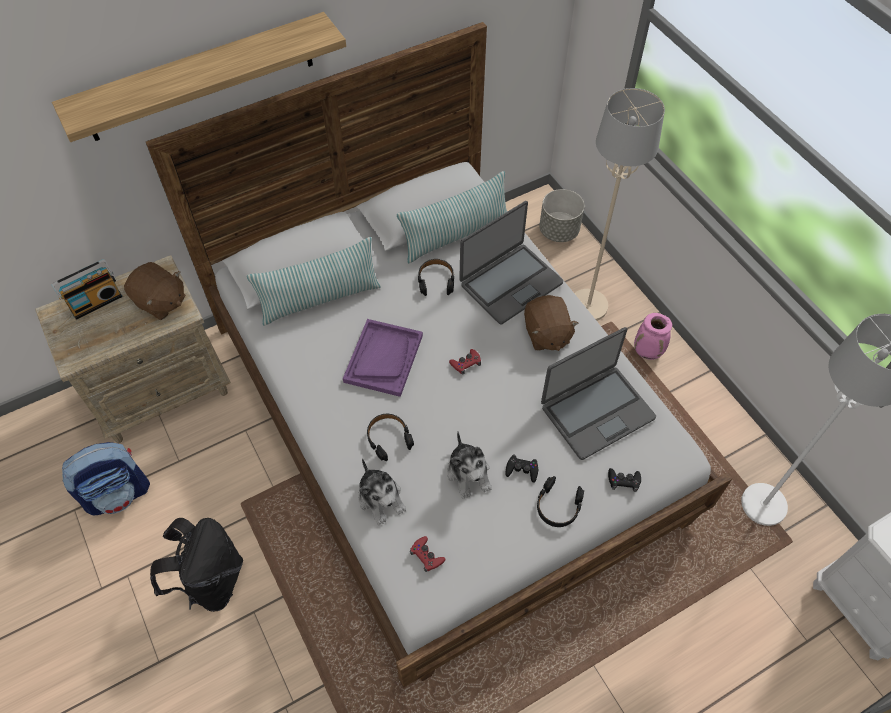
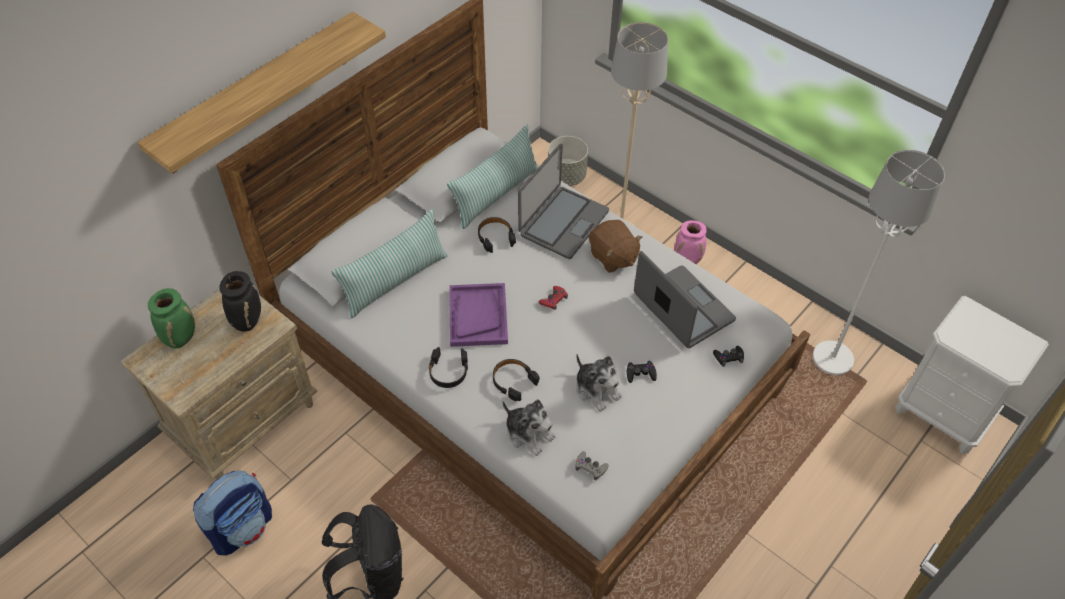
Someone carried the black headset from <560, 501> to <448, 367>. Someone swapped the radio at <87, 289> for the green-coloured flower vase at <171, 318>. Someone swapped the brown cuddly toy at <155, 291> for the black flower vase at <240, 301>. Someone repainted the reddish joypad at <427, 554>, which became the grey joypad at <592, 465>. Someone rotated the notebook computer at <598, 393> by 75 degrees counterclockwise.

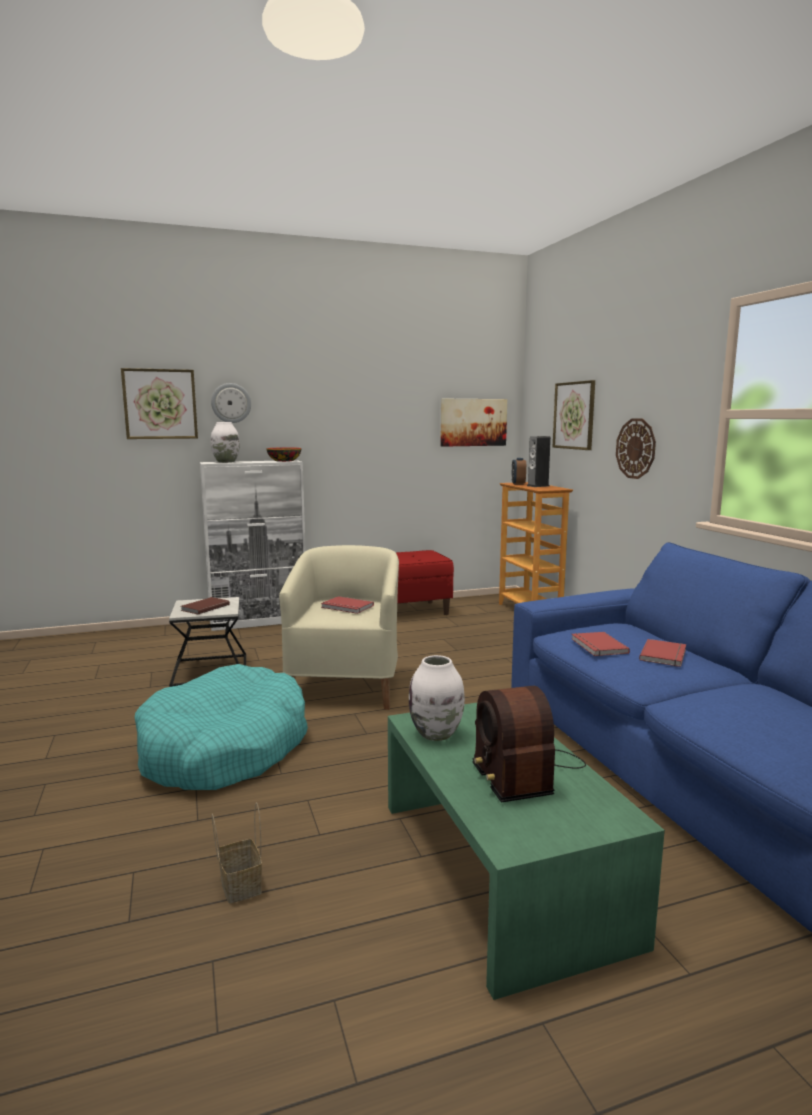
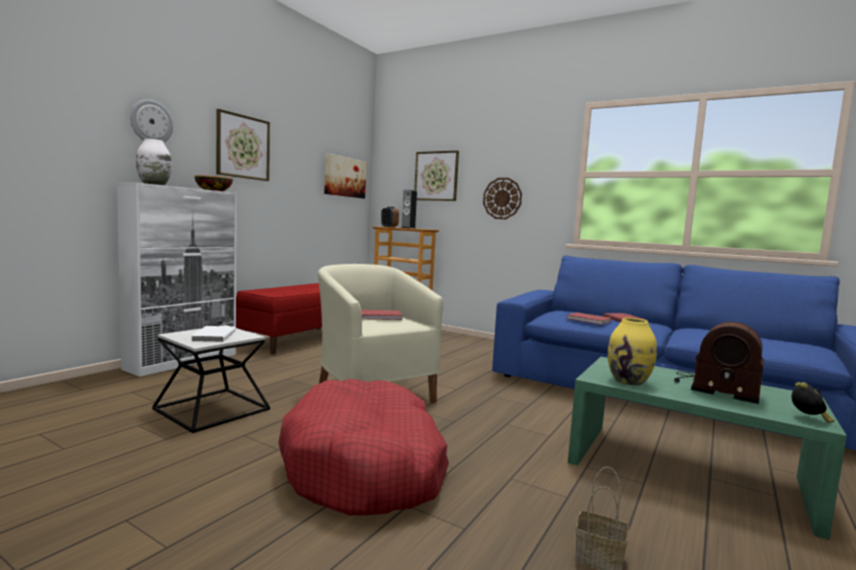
Someone put down the bedside clock at <812, 402>. Someone carried the picture from <159, 403> to <243, 145>. Someone repainted the turquoise pet bed at <221, 727>, which became the reddish pet bed at <363, 447>. Someone repainted the brown bound book at <205, 606>, which became the whitish bound book at <213, 334>. Someone repainted the whitish flower vase at <437, 698>, which became the yellowish flower vase at <632, 352>.

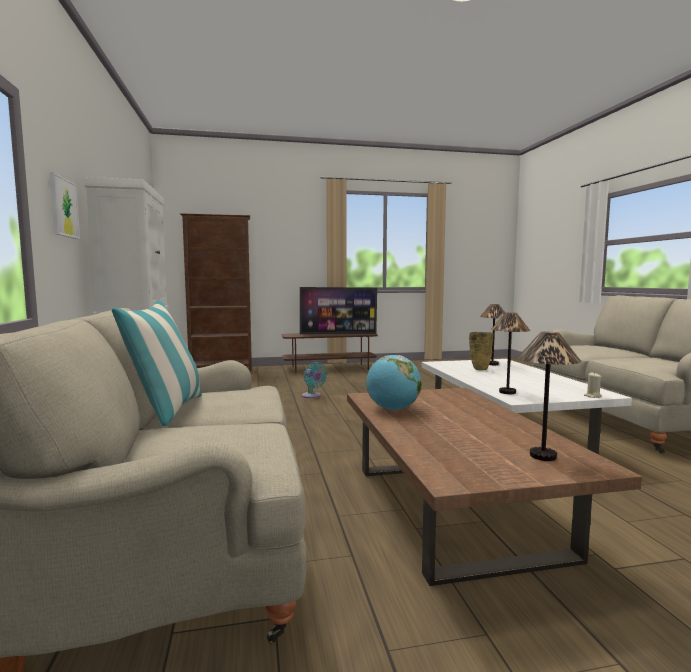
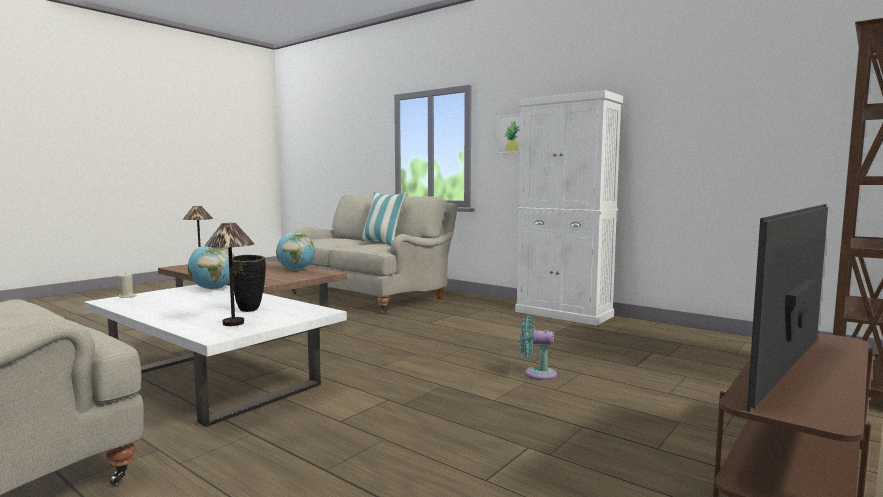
Someone swapped the tabletop lamp at <510, 353> for the desk globe at <211, 267>. Someone repainted the beige-coloured flower vase at <481, 351>, which became the black flower vase at <249, 283>.

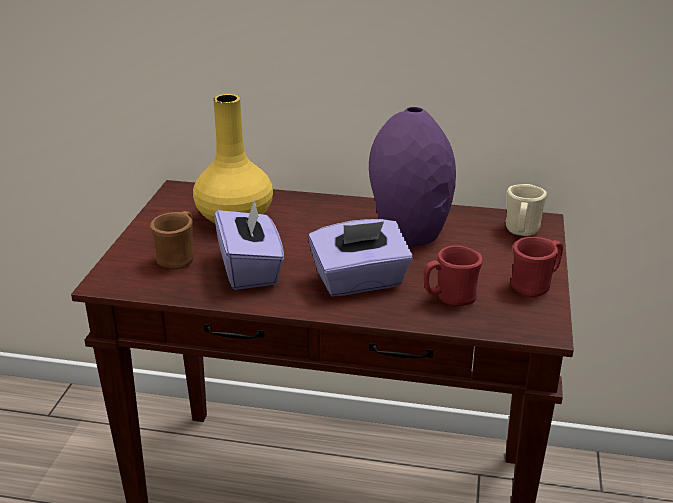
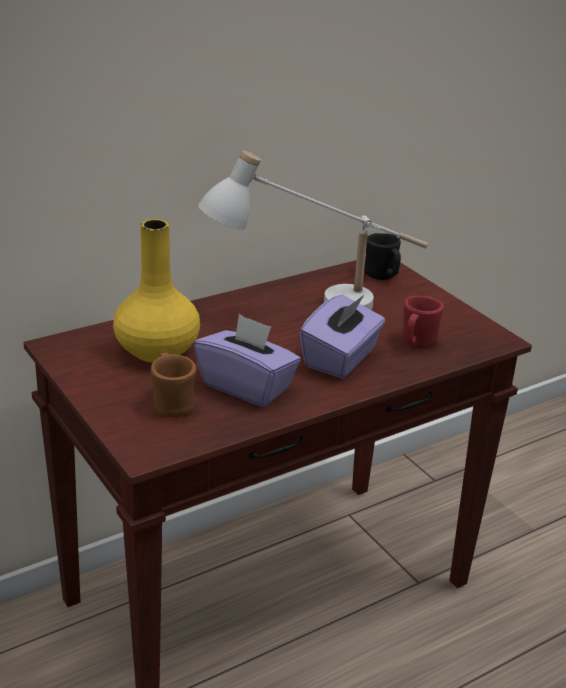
Someone took away the reddish tea mug at <536, 267>. Someone swapped the purple flower vase at <412, 177> for the whitish tabletop lamp at <313, 230>. Someone repainted the beige-coloured tea mug at <526, 210>, which became the black tea mug at <382, 256>.

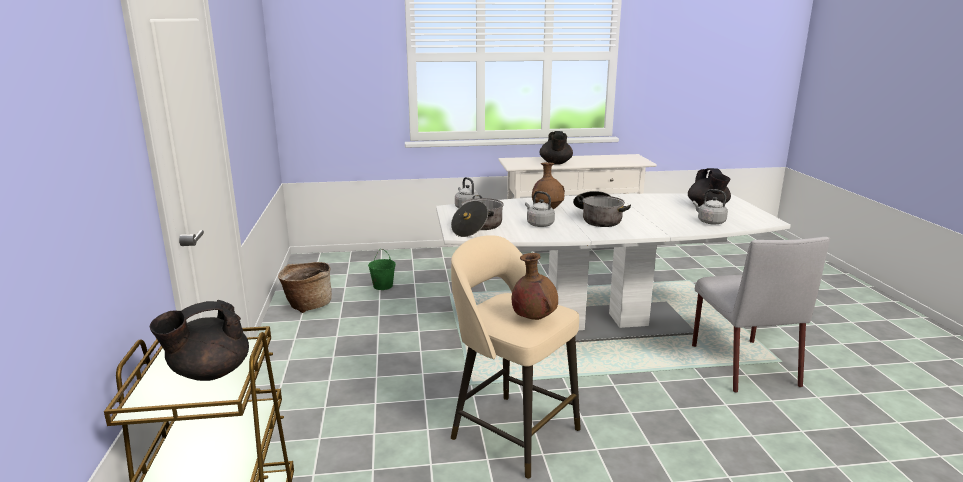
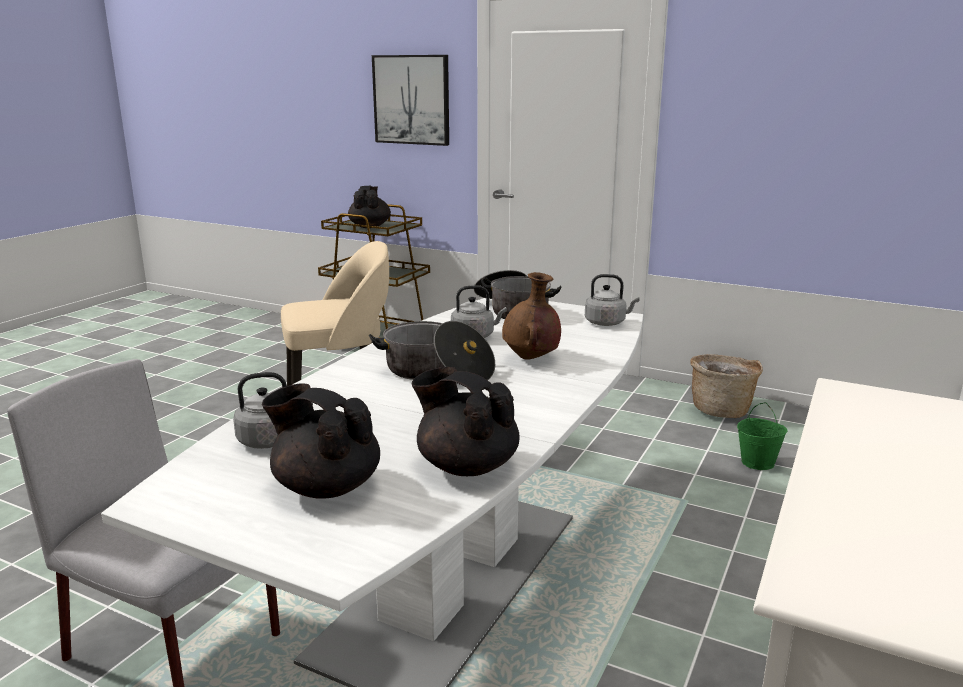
Someone took away the brown flower vase at <535, 286>. Someone put up the picture at <410, 100>. Someone carried the black tea pot from <556, 148> to <465, 421>.

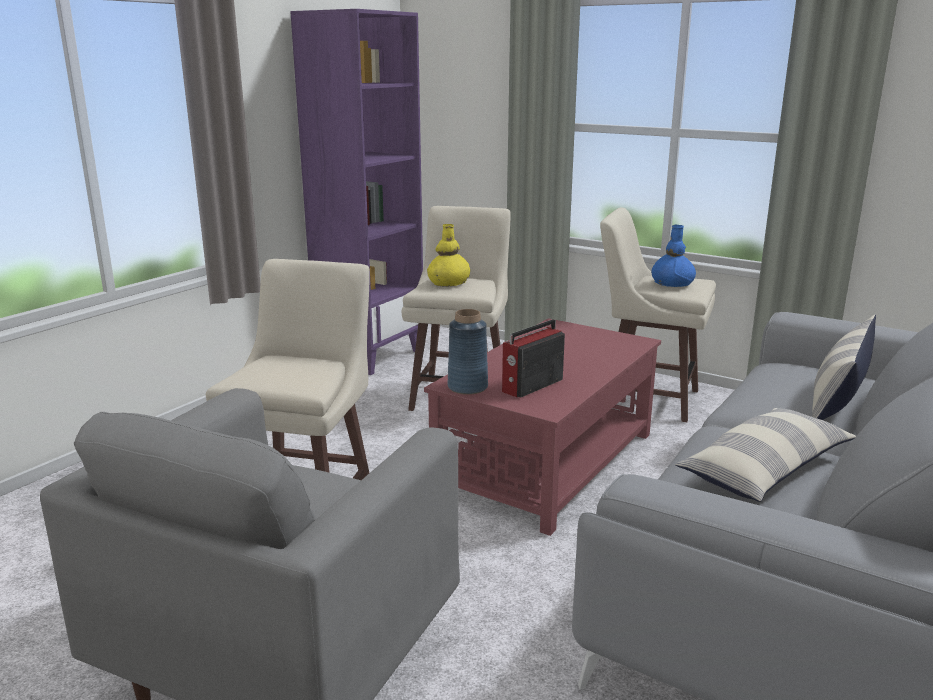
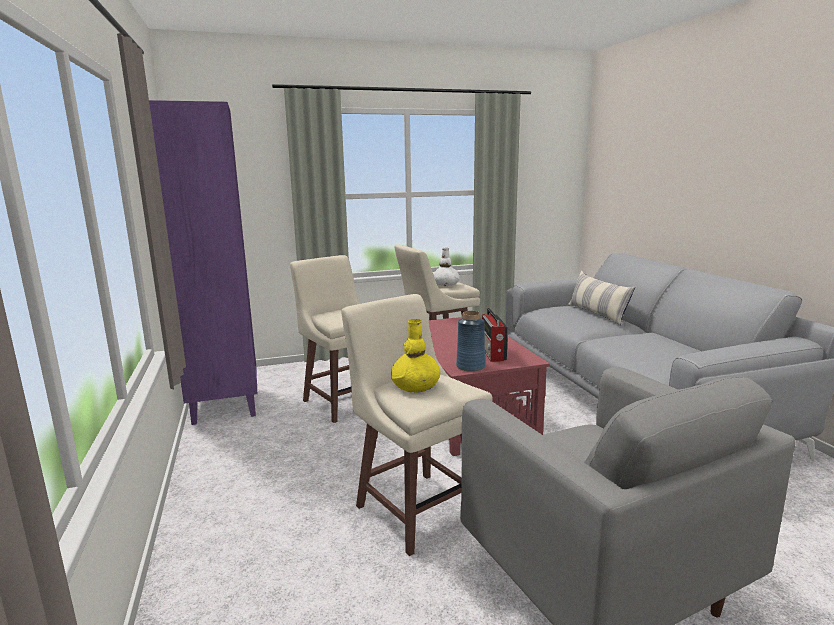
Someone took away the throw pillow at <765, 455>. Someone carried the yellowish flower vase from <448, 255> to <415, 356>. Someone repainted the blue flower vase at <673, 256>, which became the whitish flower vase at <446, 267>.

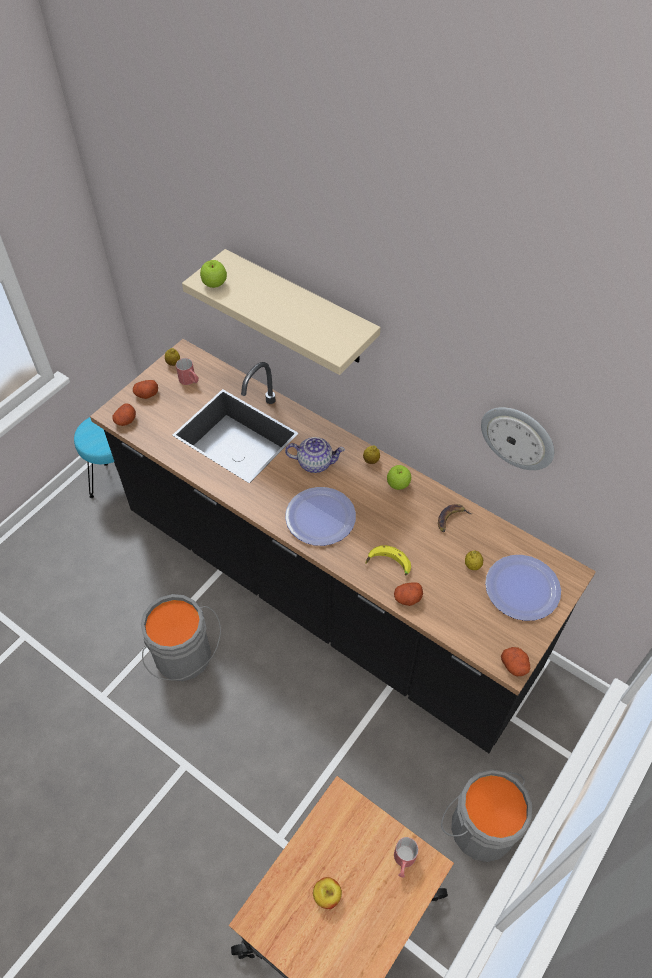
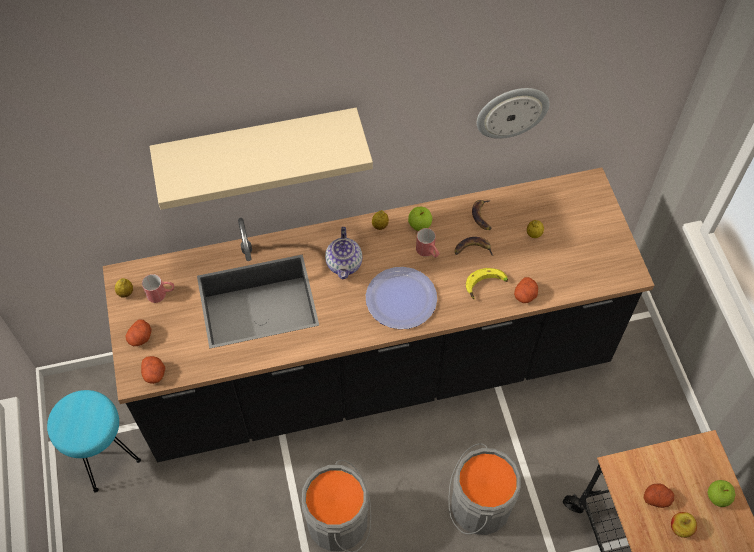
Someone took away the dinner plate at <523, 588>. Someone put down the whole banana at <474, 246>. Someone carried the apple fruit from <213, 274> to <721, 493>. Someone carried the reddish tea mug from <406, 857> to <428, 243>. Someone carried the grey pail from <486, 815> to <484, 489>. Someone carried the potato from <515, 661> to <659, 495>. Someone rotated the tea pot at <315, 455> by 135 degrees clockwise.

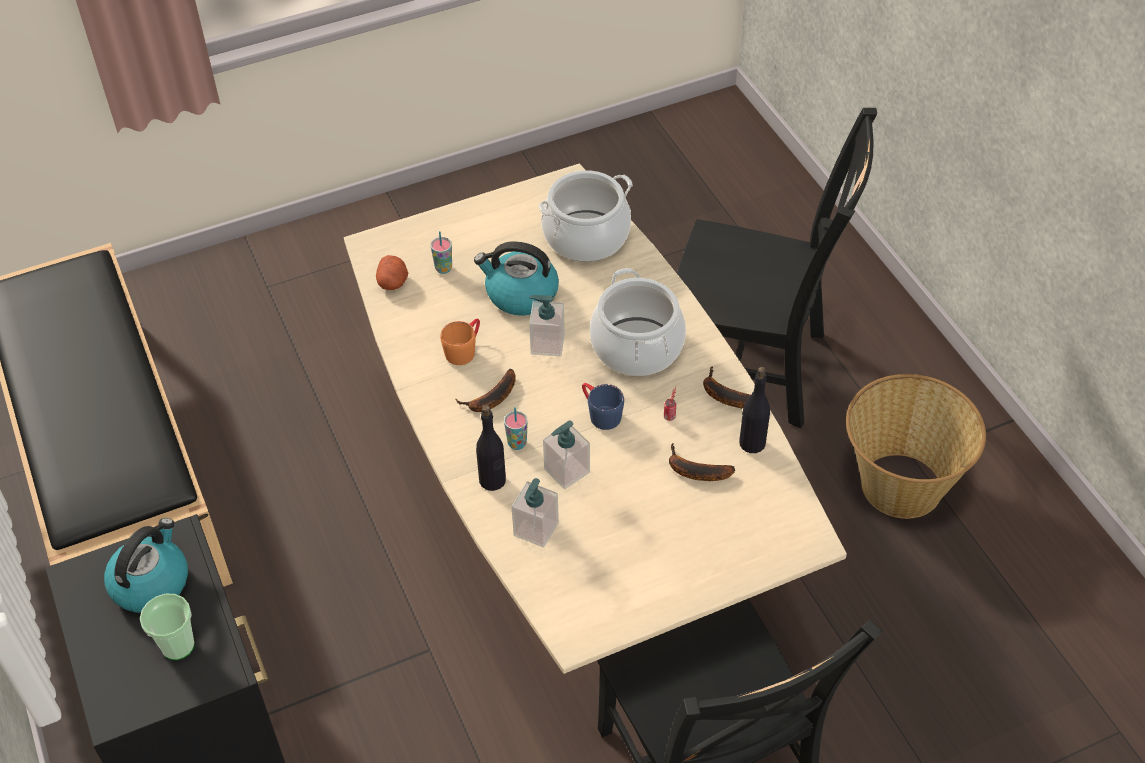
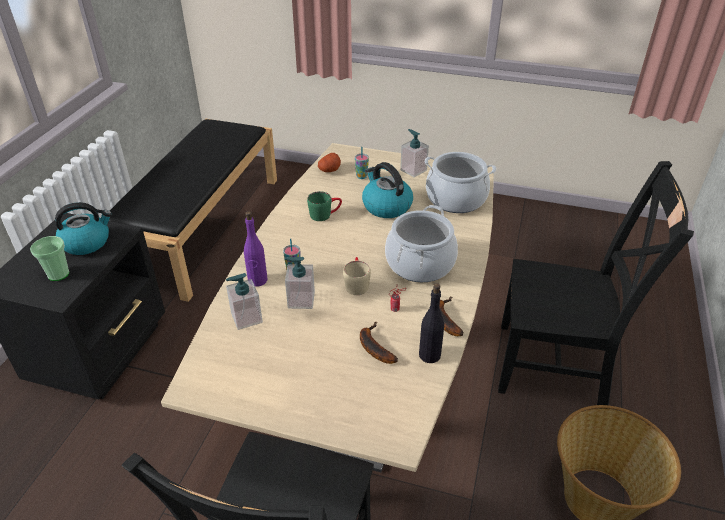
Someone took away the whole banana at <486, 390>. Someone carried the liquid soap bottle from <547, 326> to <414, 153>. Someone repainted the orange-coloured tea mug at <460, 342>, which became the green-coloured tea mug at <324, 206>. Someone repainted the black beverage bottle at <491, 448>, which became the purple beverage bottle at <255, 249>. Someone repainted the blue tea mug at <603, 406>, which became the beige-coloured tea mug at <357, 276>. Someone rotated the black chair at <777, 268> by 45 degrees counterclockwise.

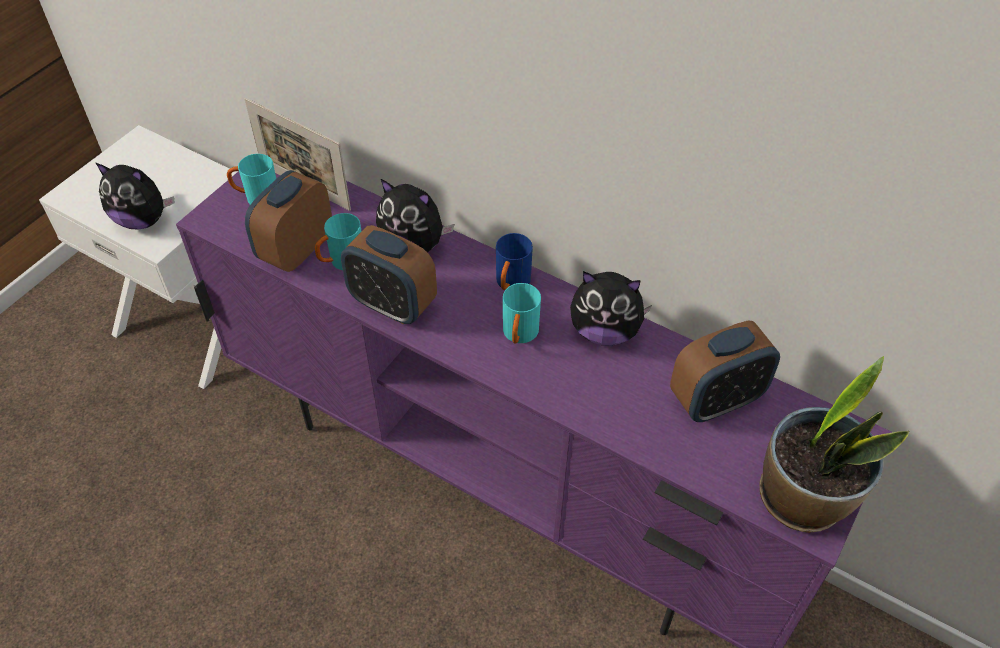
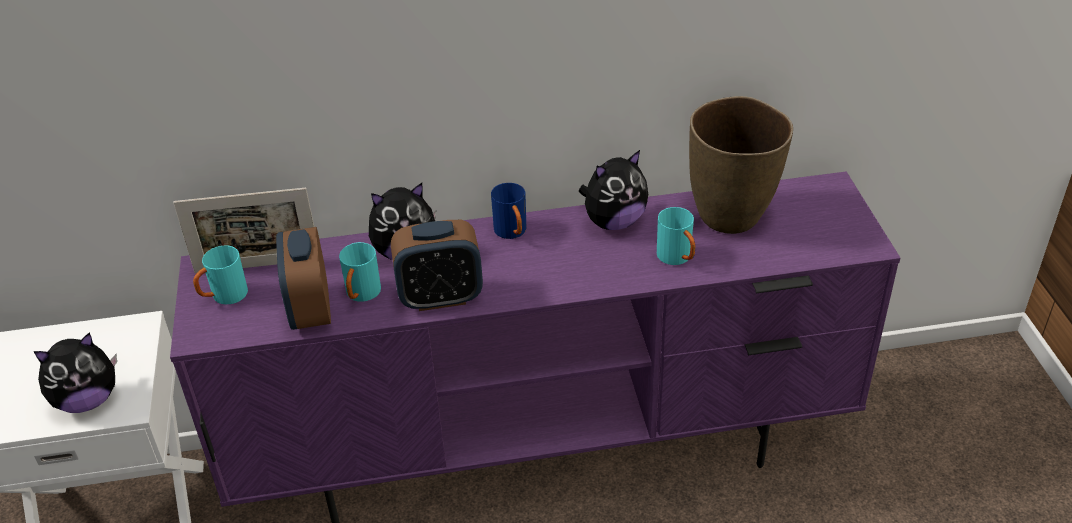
Someone took away the potted plant at <834, 444>. Someone carried the turquoise tea mug from <522, 313> to <676, 236>. Someone swapped the bedside clock at <725, 371> for the brown flower vase at <741, 165>.

